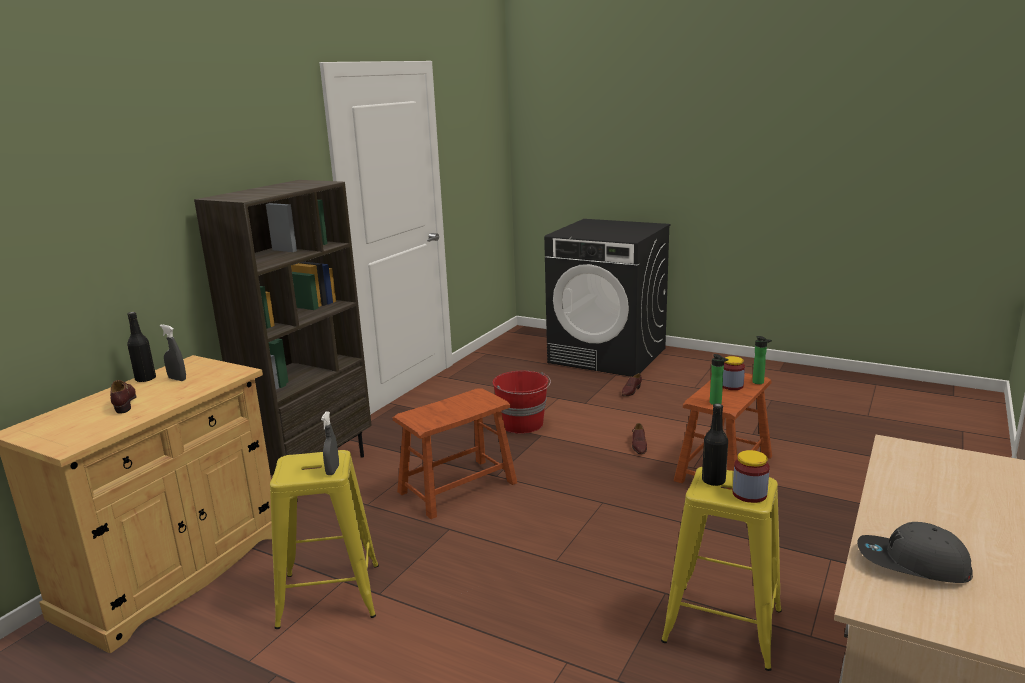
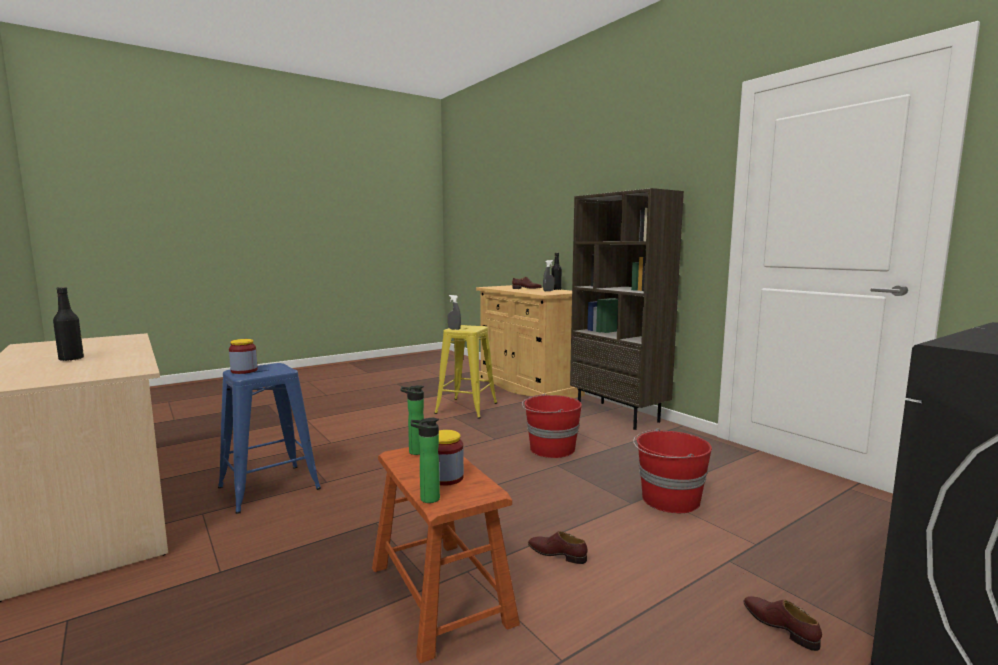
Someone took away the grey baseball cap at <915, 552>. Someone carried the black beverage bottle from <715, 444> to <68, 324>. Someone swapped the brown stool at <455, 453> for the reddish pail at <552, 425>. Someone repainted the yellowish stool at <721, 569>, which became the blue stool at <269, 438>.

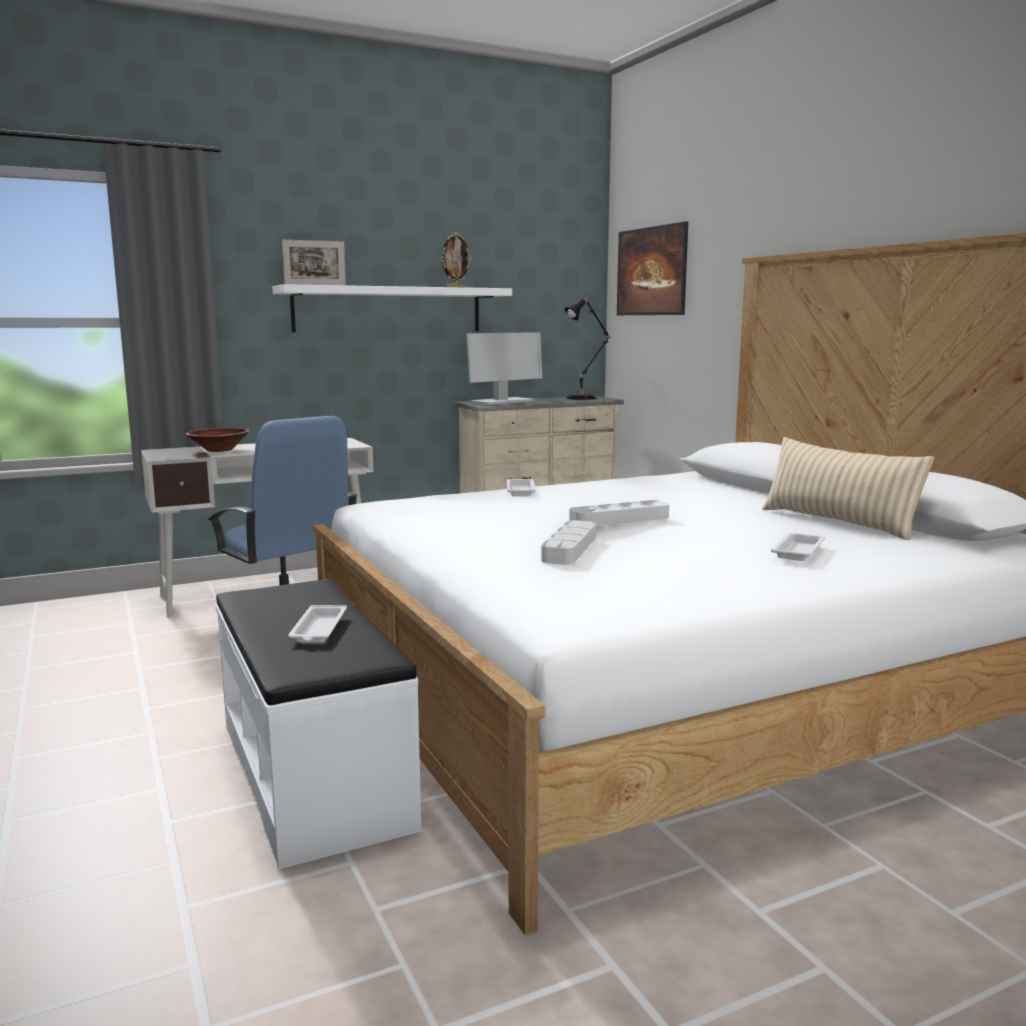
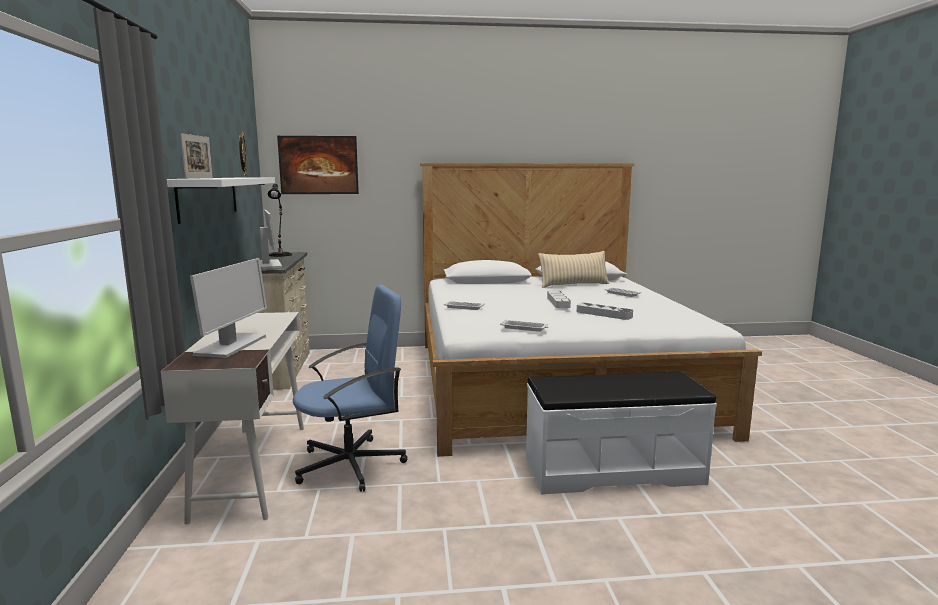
Someone carried the whitish carrying tray from <317, 624> to <524, 325>. Someone swapped the brown bowl at <218, 440> for the computer screen at <228, 308>.

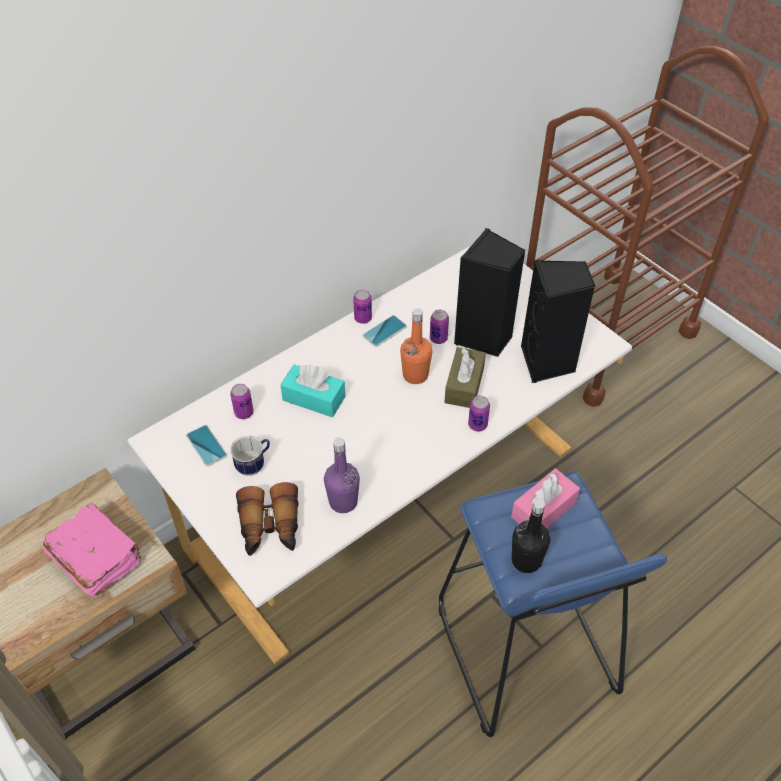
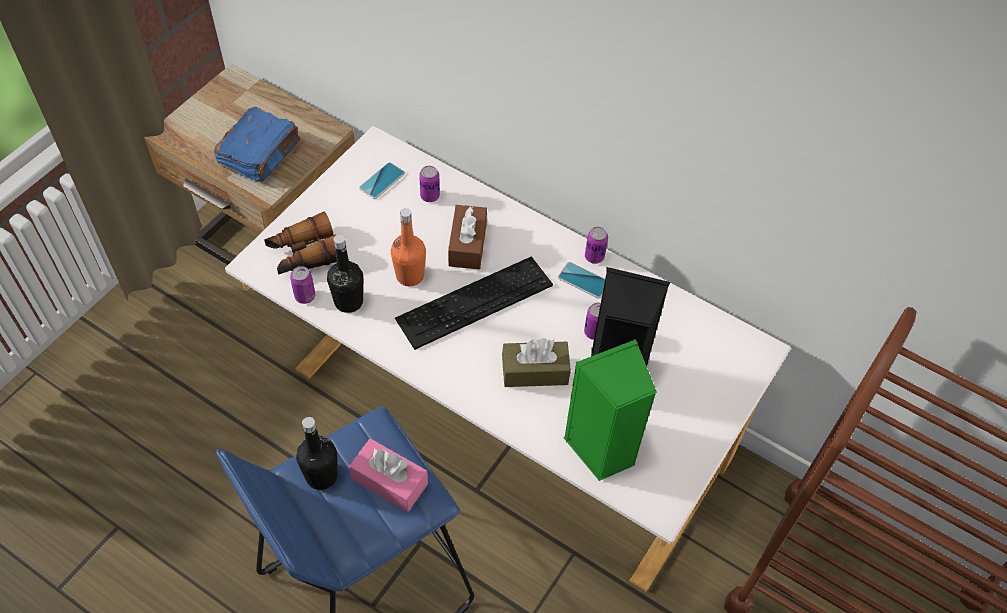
Someone took away the tea mug at <250, 456>. Someone put down the PC keyboard at <474, 303>. Someone carried the orange-coloured beverage bottle from <416, 346> to <408, 247>. Someone carried the metal can from <479, 413> to <302, 285>. Someone repainted the pink-coloured bound book at <92, 550>, which became the blue bound book at <256, 144>. Someone repainted the turquoise tissue holder at <312, 390>, which became the brown tissue holder at <467, 237>. Someone repainted the purple beverage bottle at <342, 475>, which became the black beverage bottle at <345, 274>. Someone repainted the black loudspeaker at <558, 321>, which became the green-coloured loudspeaker at <610, 410>.

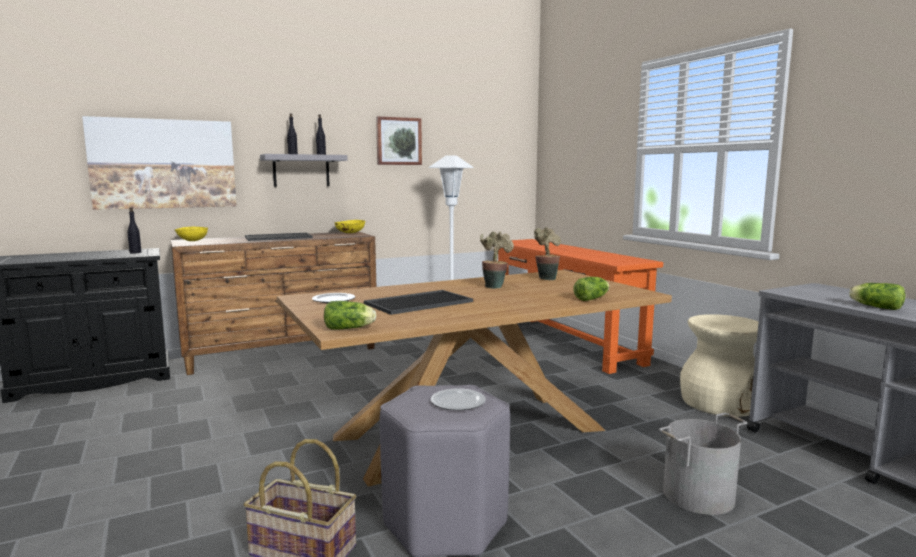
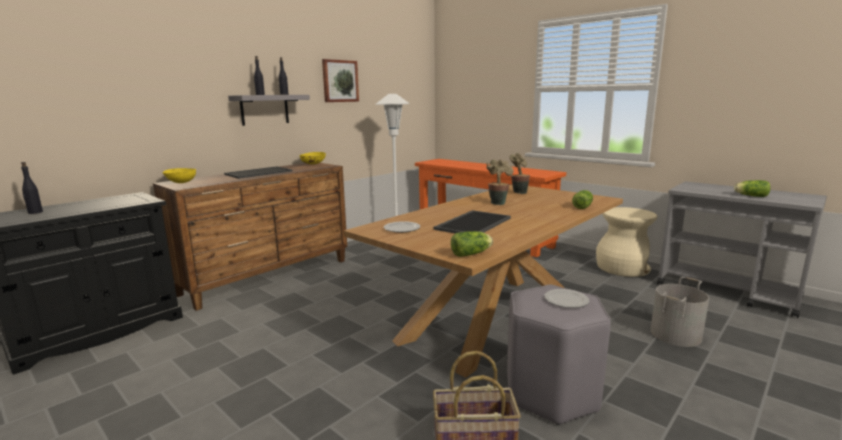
Someone took away the picture at <159, 163>. Someone carried the black beverage bottle from <134, 230> to <32, 188>.

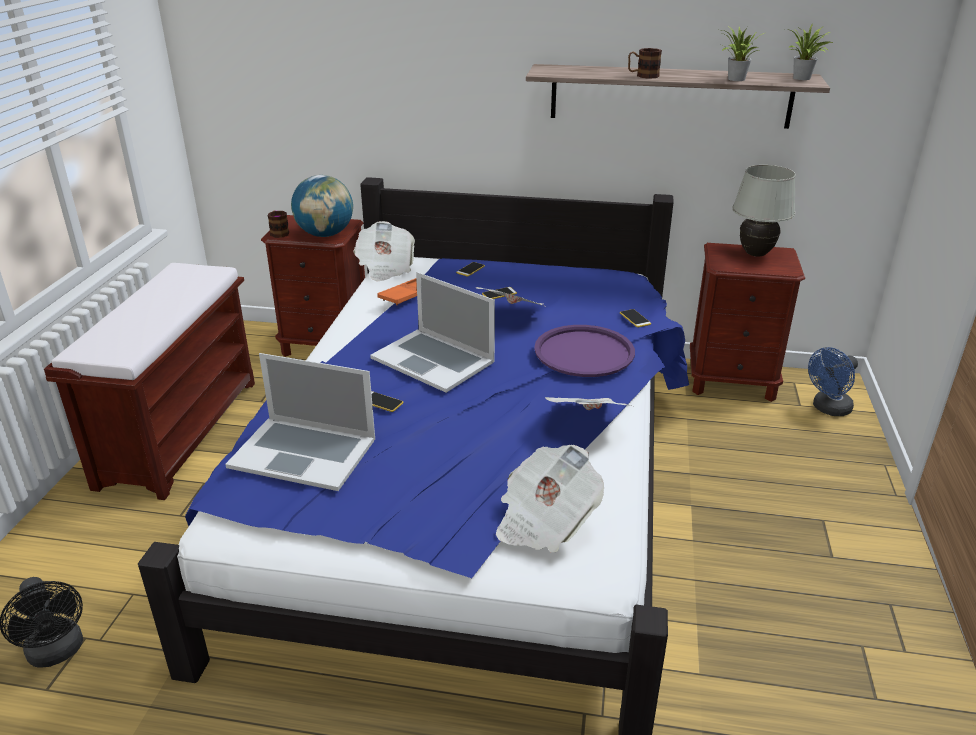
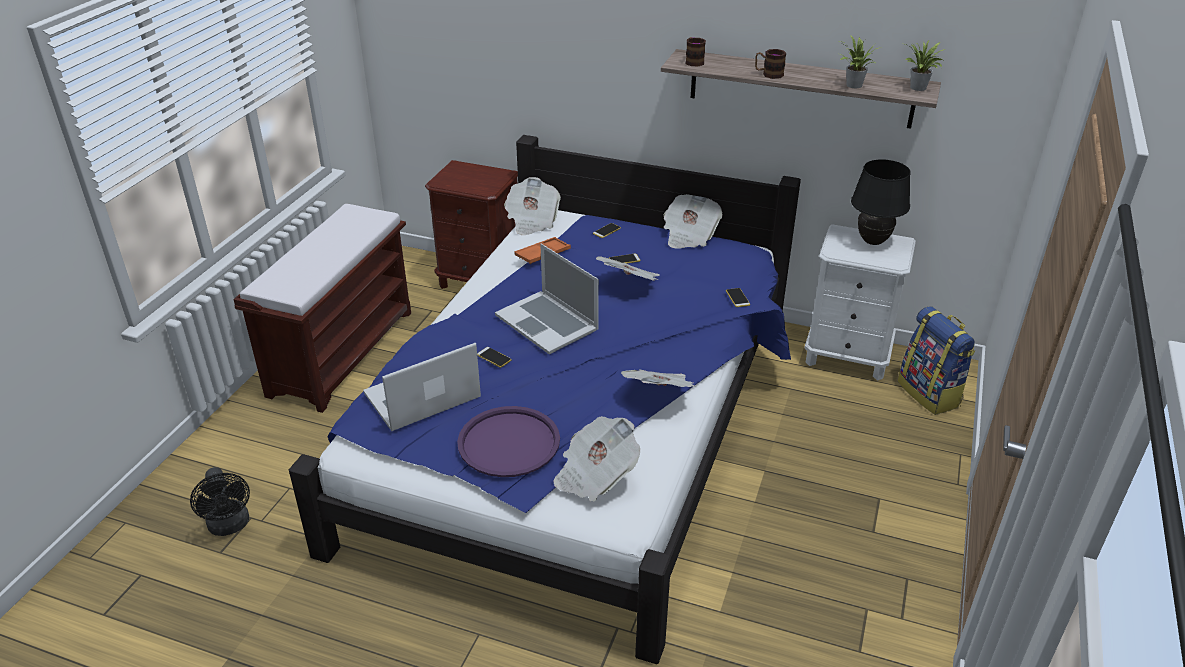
Someone took away the desk globe at <322, 206>. Someone put down the newspaper at <693, 221>. Someone carried the tea mug from <278, 224> to <695, 51>. Someone carried the purple carrying tray from <584, 351> to <508, 441>. Someone swapped the blue electric fan at <833, 381> for the knapsack at <936, 360>. Someone repainted the brown night table at <747, 322>, which became the whitish night table at <860, 302>. Someone repainted the whitish tabletop lamp at <764, 211>, which became the black tabletop lamp at <881, 202>. Someone rotated the notebook computer at <300, 422> by 120 degrees clockwise.

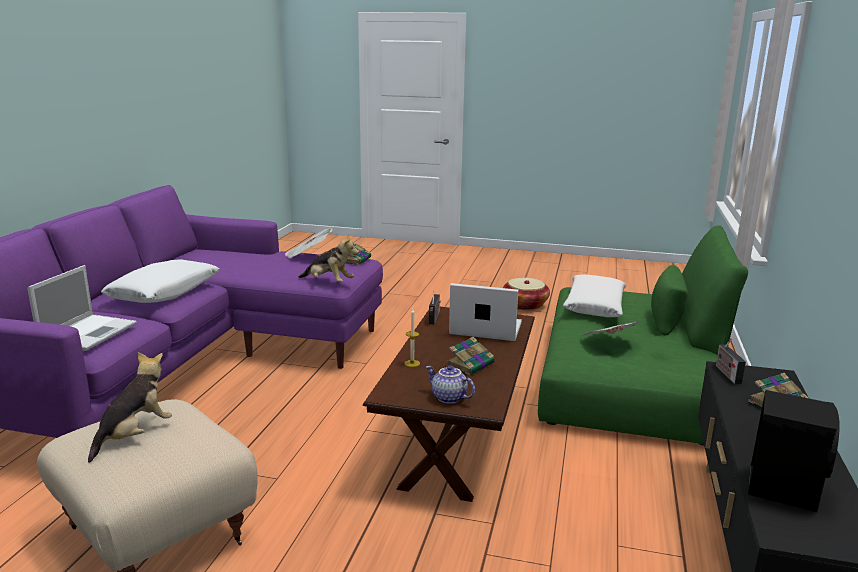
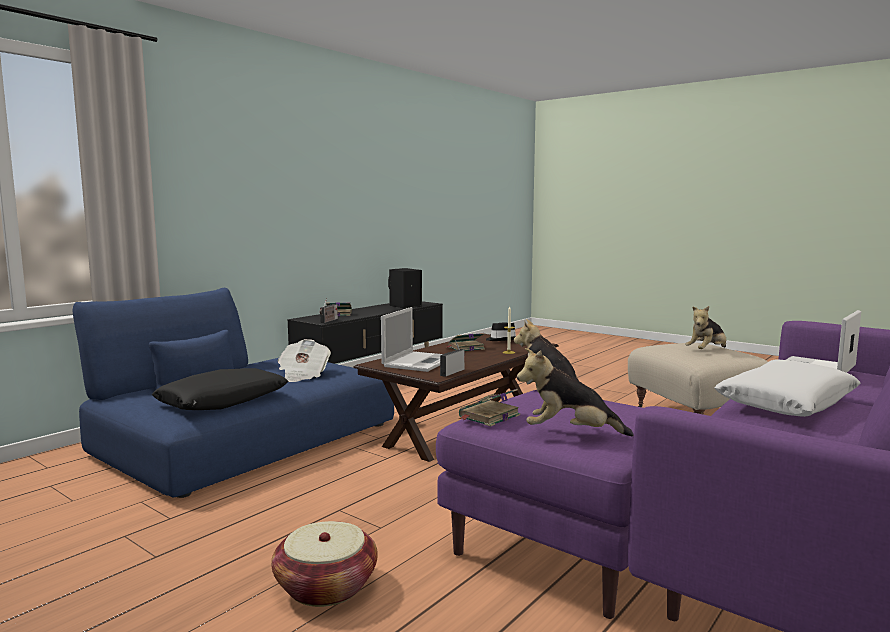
Someone carried the household basket from <526, 294> to <324, 564>. Someone swapped the newspaper at <309, 243> for the cuddly toy at <575, 392>. Someone swapped the tea pot at <450, 384> for the black hat at <501, 332>. Someone repainted the green-coloured sofa at <643, 335>, which became the blue sofa at <233, 393>. Someone repainted the whitish throw pillow at <594, 296>, which became the black throw pillow at <220, 389>. Someone rotated the notebook computer at <485, 312> by 105 degrees counterclockwise.

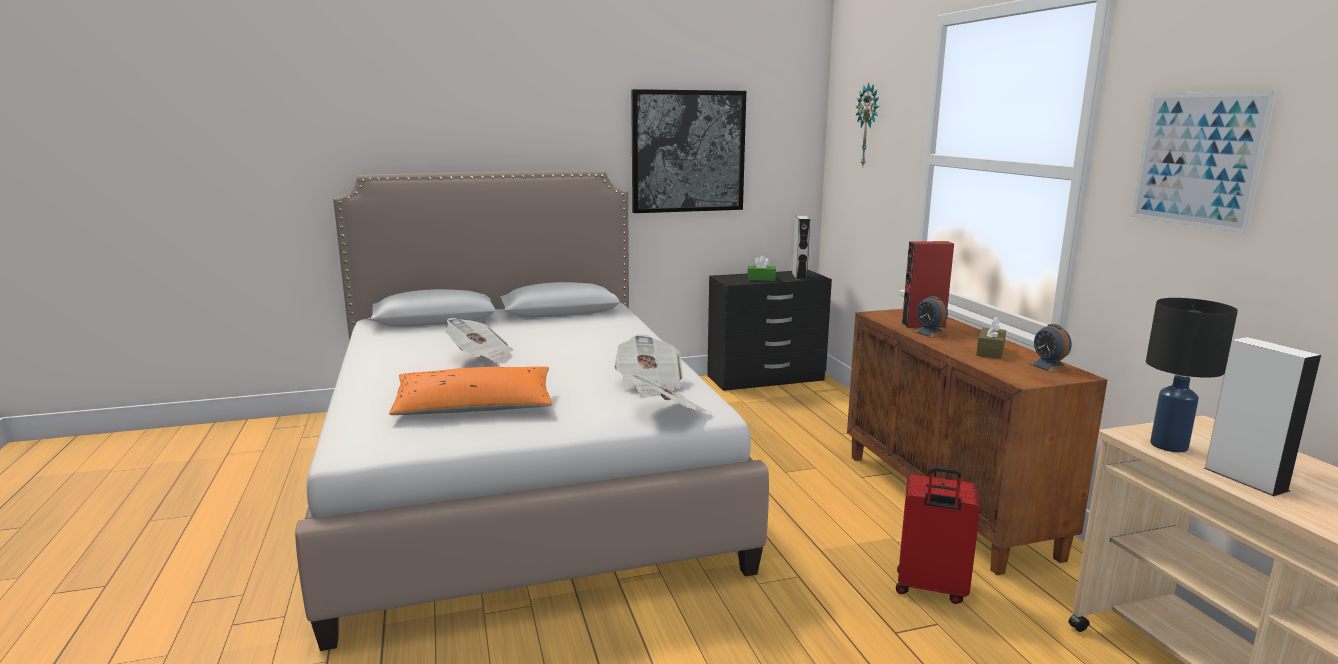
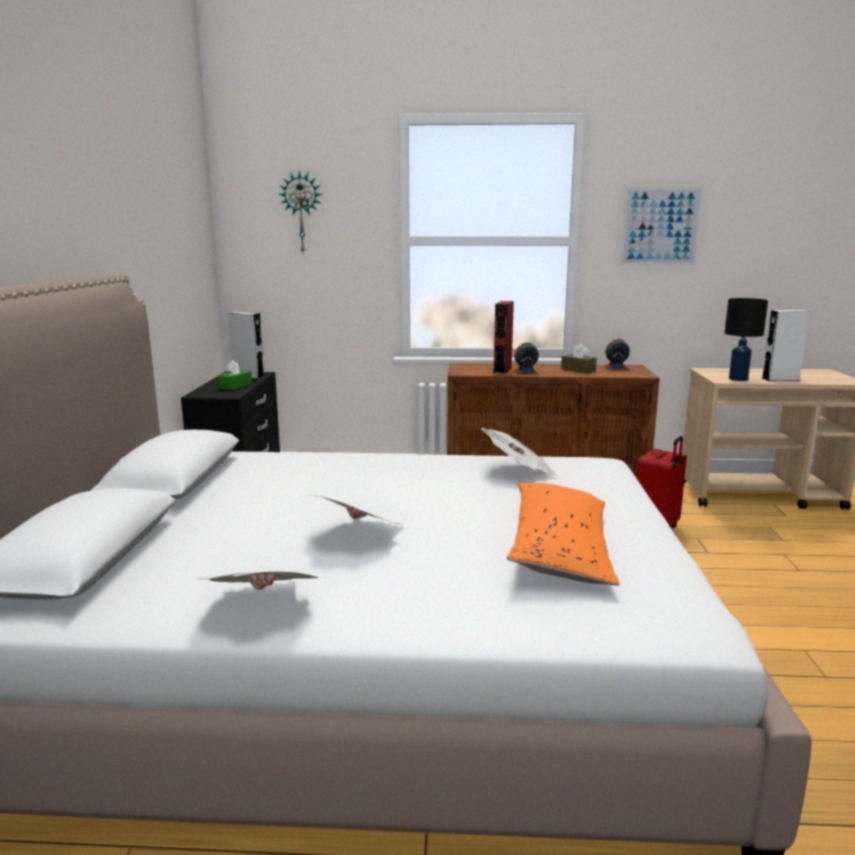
Someone took away the picture at <688, 151>. Someone carried the newspaper from <670, 393> to <257, 581>.

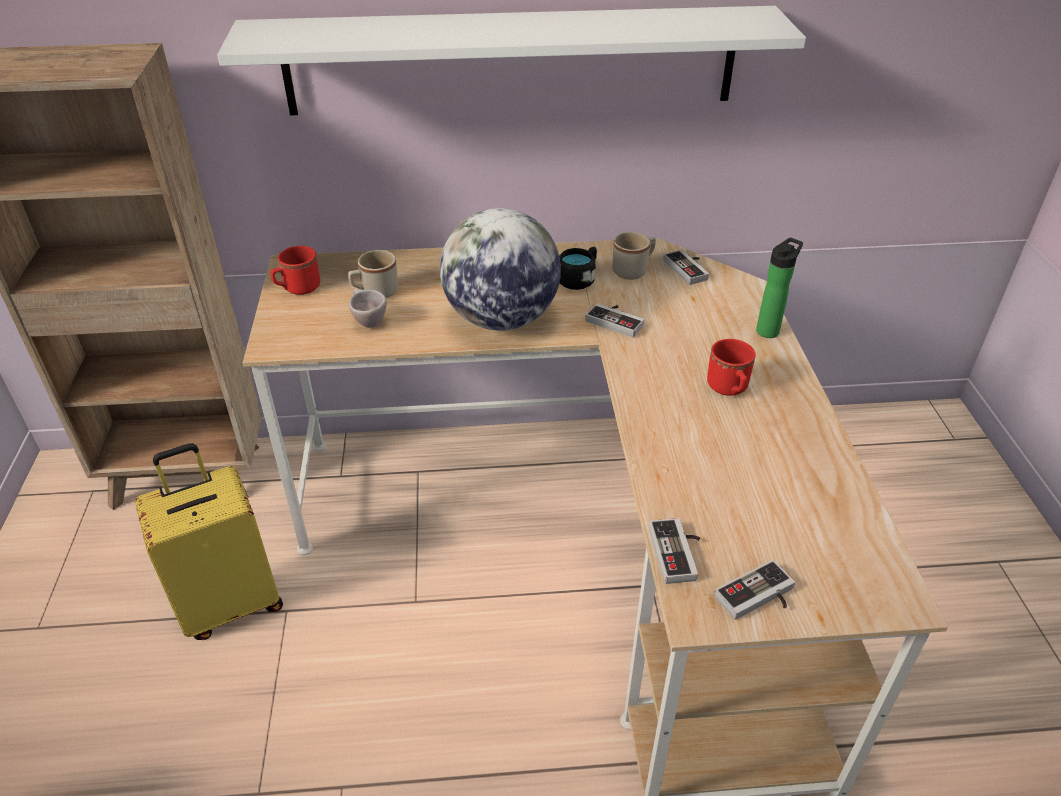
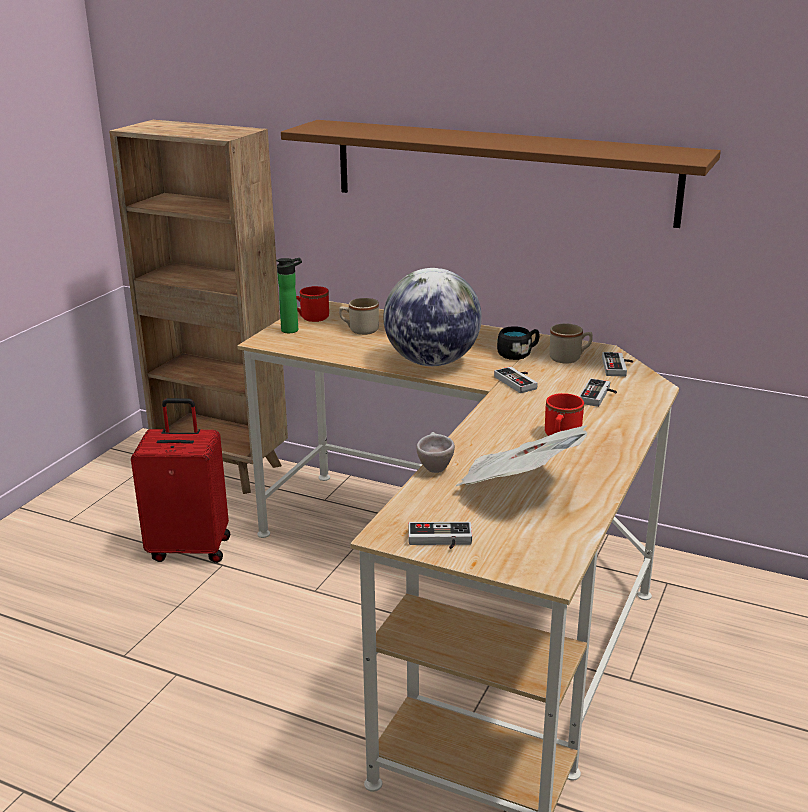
Someone put down the newspaper at <522, 455>. Someone carried the beige-coloured small cup from <368, 308> to <436, 452>. Someone carried the joypad from <674, 551> to <598, 392>. Someone carried the beverage bottle from <779, 288> to <289, 295>. Someone repainted the yellowish suitcase at <209, 541>, which became the reddish suitcase at <180, 480>. Someone repainted the whitish bracket shelf at <511, 60>, which became the brown bracket shelf at <501, 174>.

